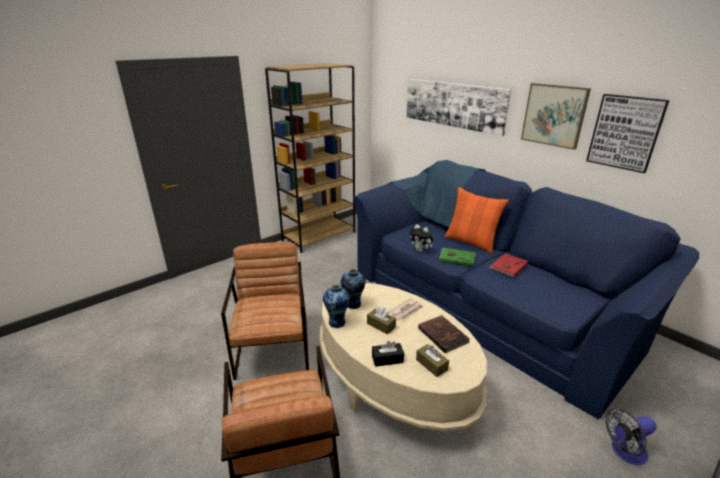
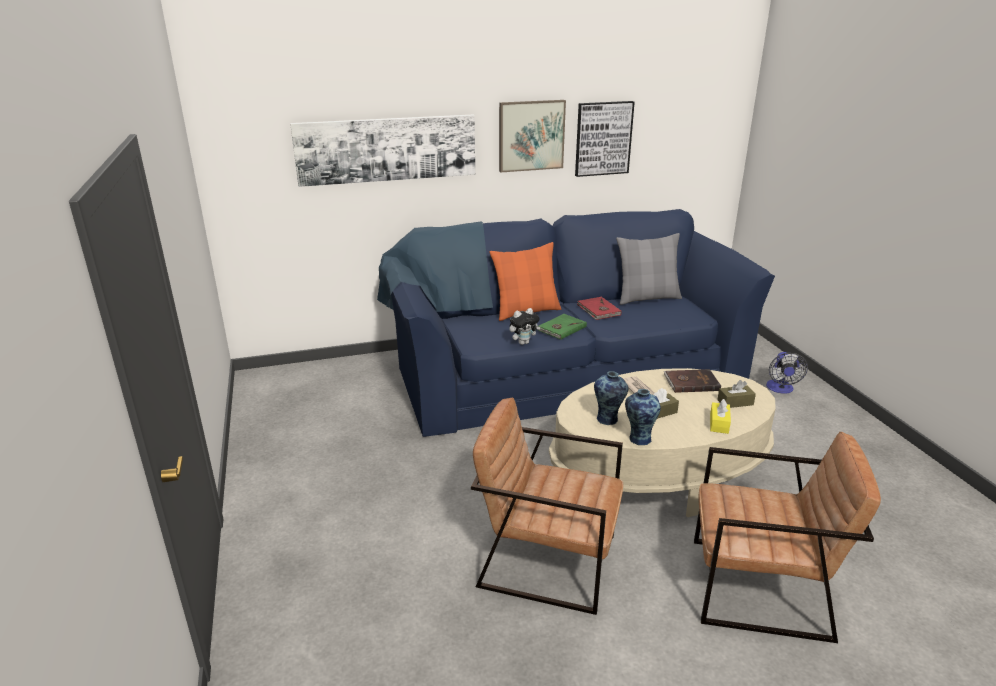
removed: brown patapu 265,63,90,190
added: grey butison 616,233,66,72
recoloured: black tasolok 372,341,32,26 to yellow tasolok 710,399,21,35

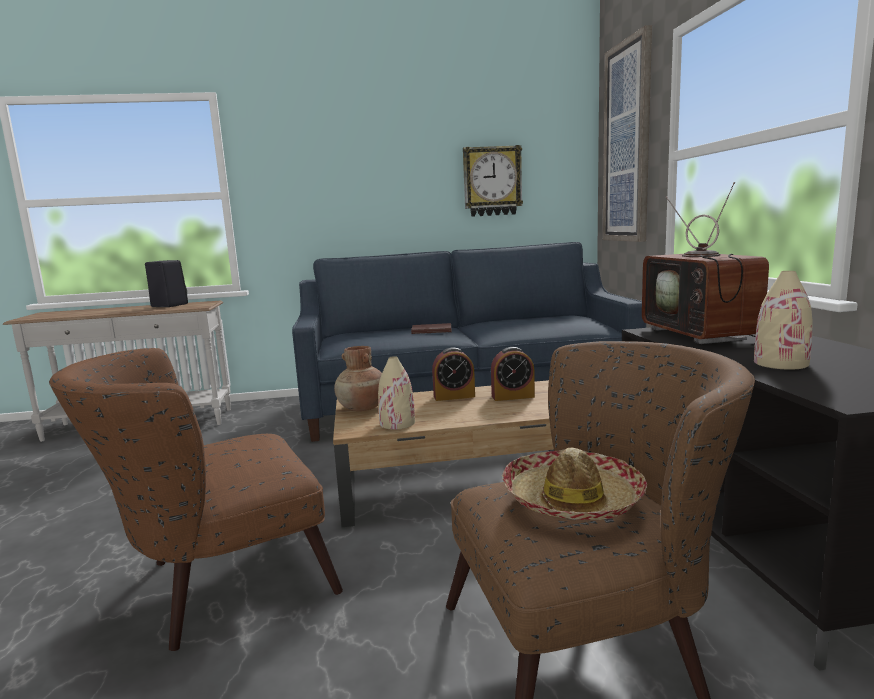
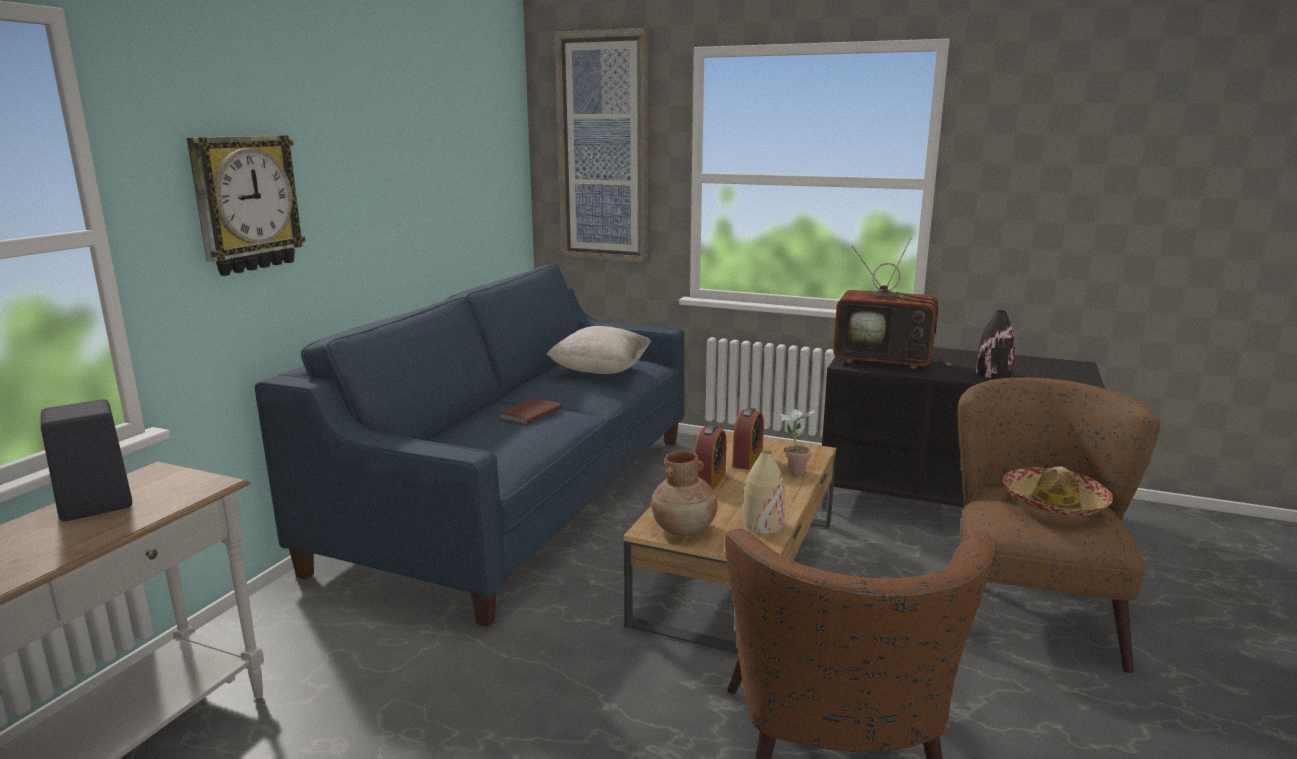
added: beige butison 546,326,105,48; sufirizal 775,406,42,69
moved: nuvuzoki 463,145,60,72 to 187,135,118,141
recoloured: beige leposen 754,271,59,99 to black leposen 976,310,39,69

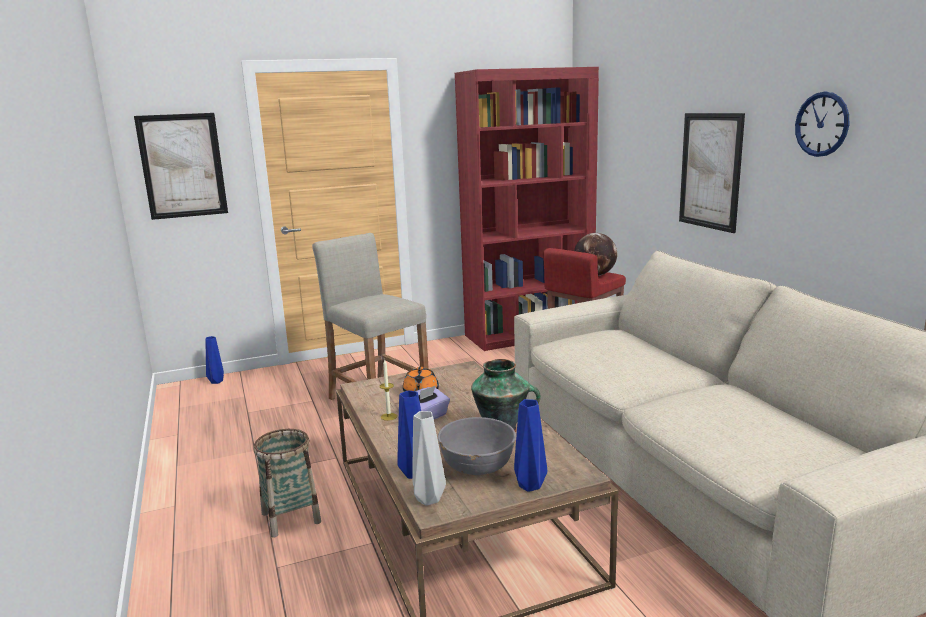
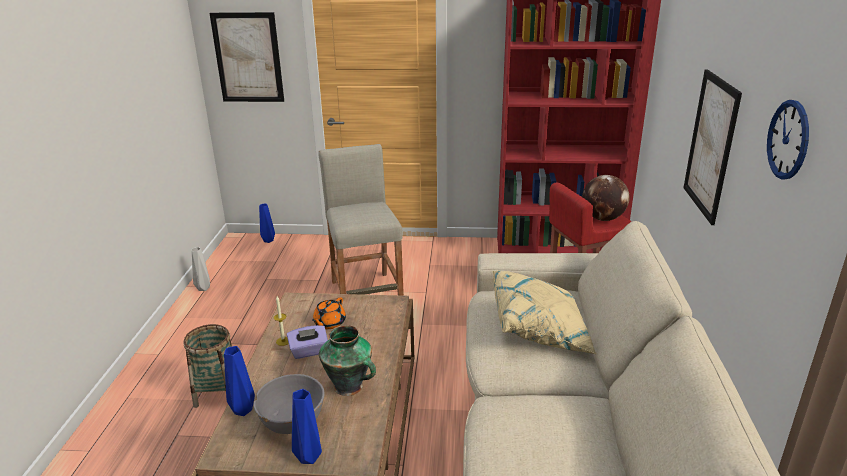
added: beige butison 493,271,104,84
moved: grey leposen 412,411,34,95 to 192,247,18,44

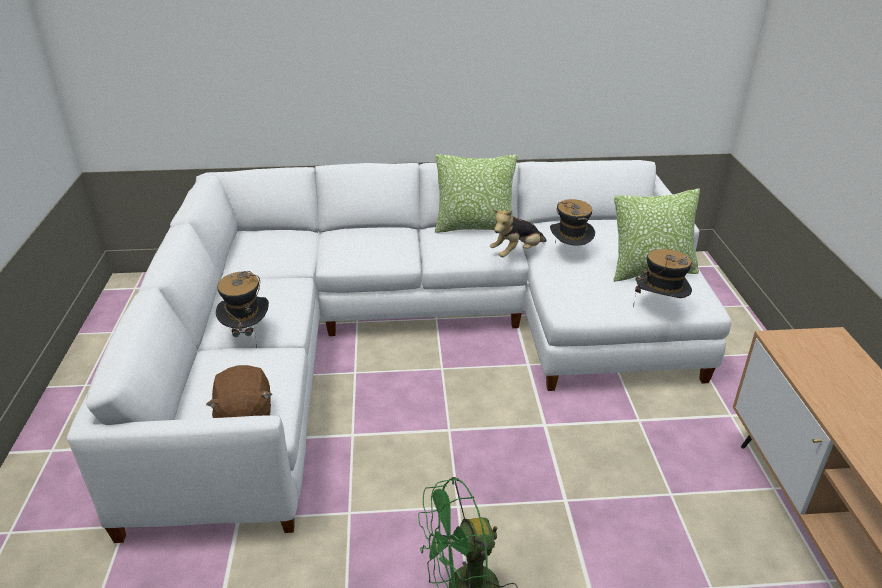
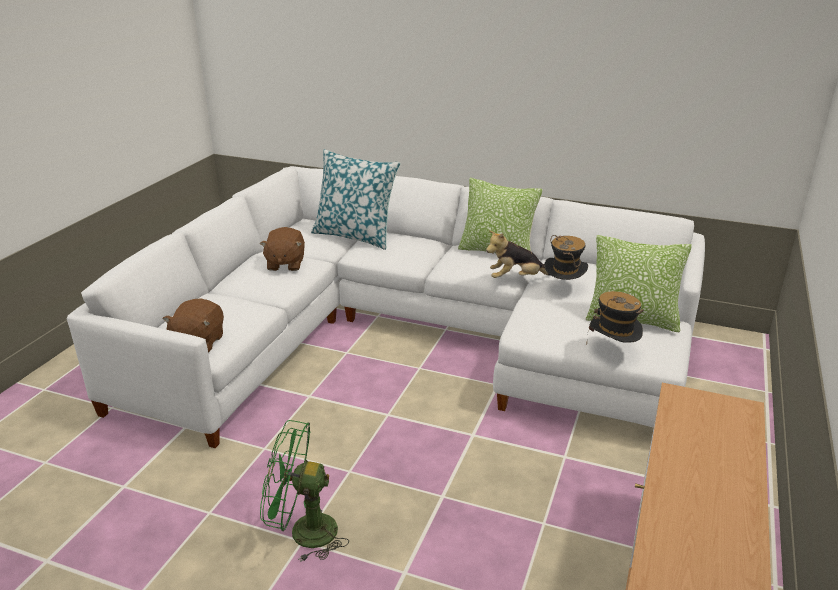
removed: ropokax 216,271,53,77
added: butison 311,149,89,101; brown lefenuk 260,227,45,44

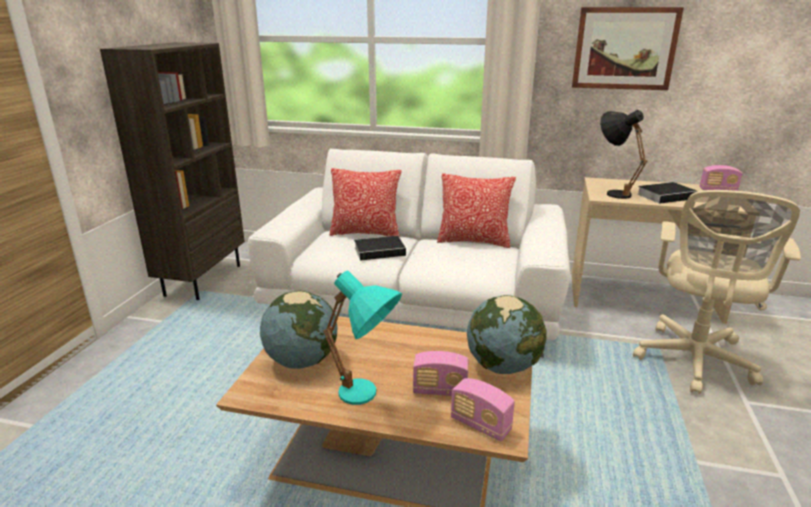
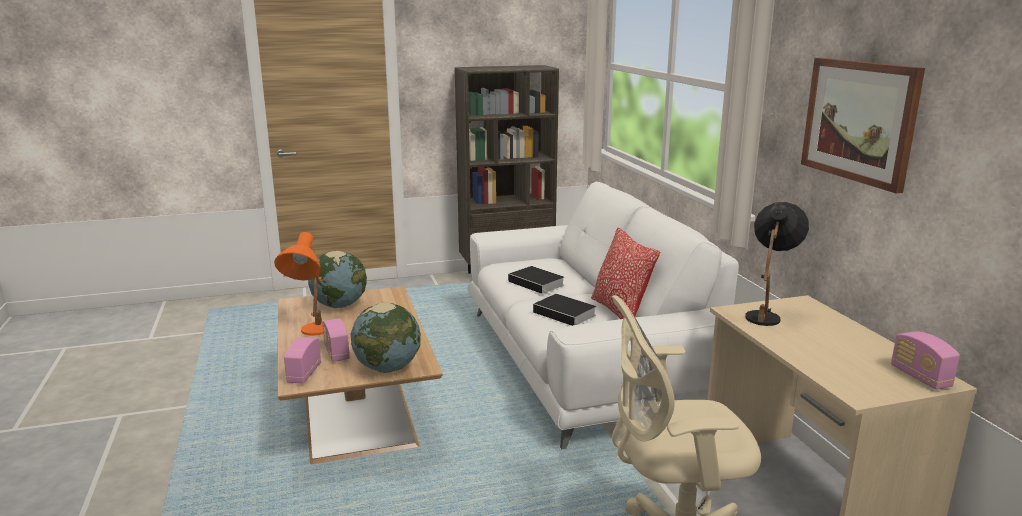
removed: butison 329,168,72,69
moved: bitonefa 637,182,61,22 to 533,294,63,32
recoloured: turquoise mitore 323,271,79,134 to orange mitore 274,232,50,104

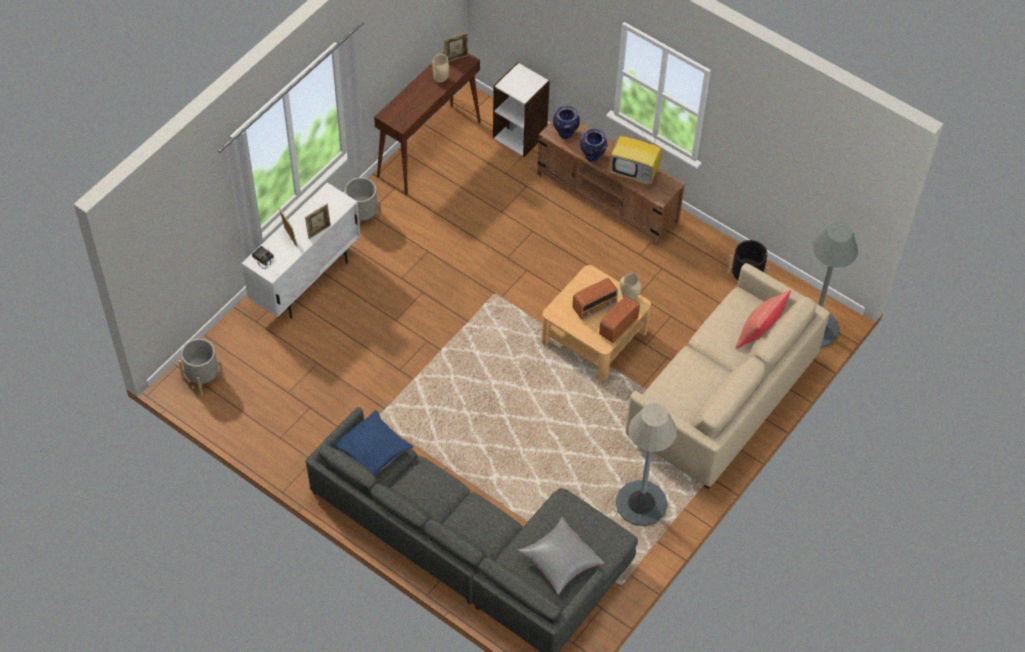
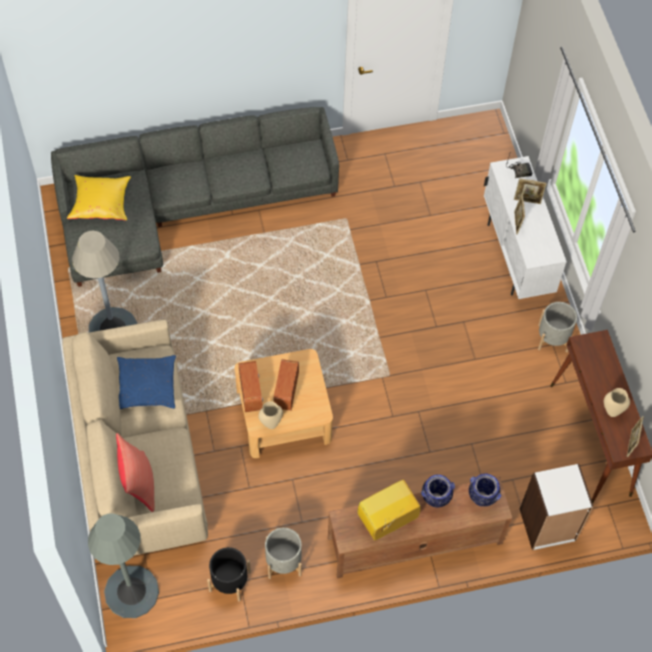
moved: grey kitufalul 178,339,46,56 to 265,527,37,52; blue butison 334,410,80,65 to 117,355,59,55
recoloured: grey butison 517,517,88,78 to yellow butison 67,175,64,46

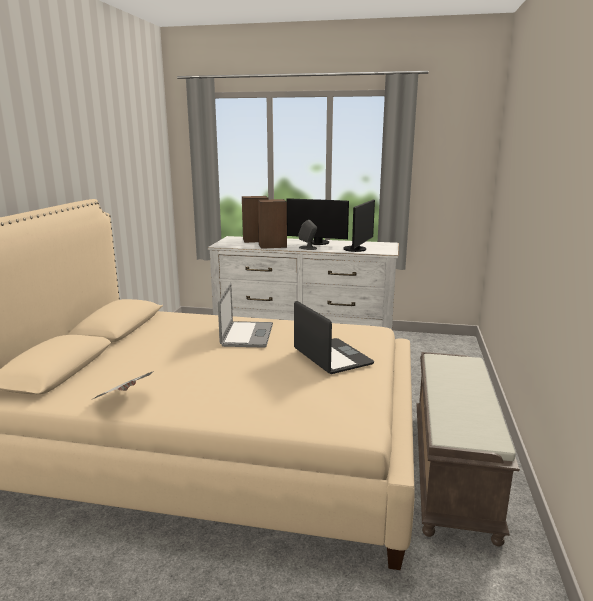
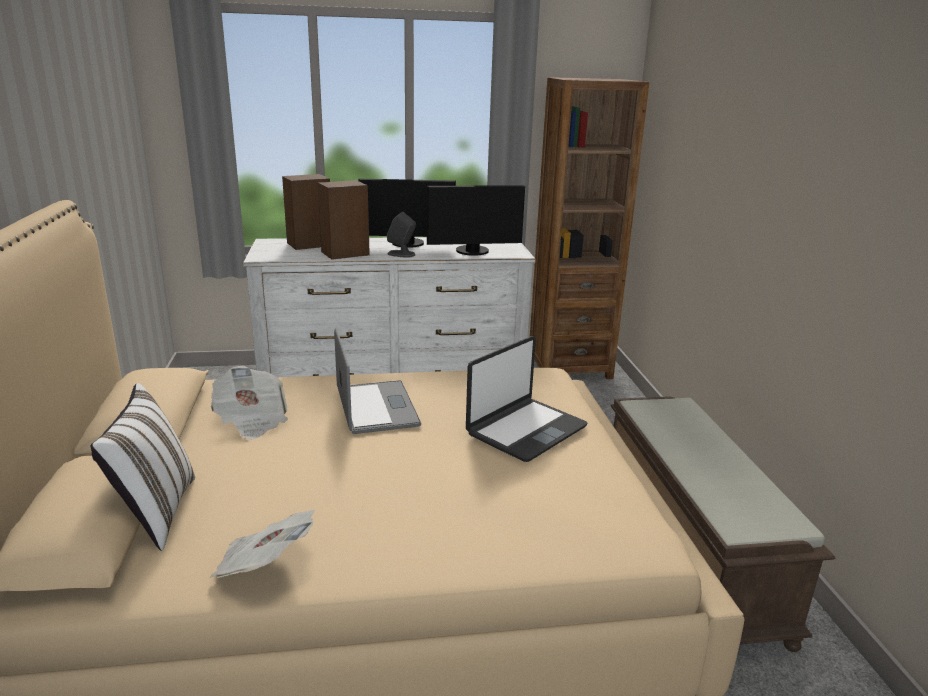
added: brown patapu 530,77,119,302; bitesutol 211,366,77,74; white butison 91,383,104,168
turned: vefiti 343,199,32,53 = 427,185,98,71 75 degrees clockwise; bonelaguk 294,301,80,73 = 466,336,122,126 90 degrees clockwise

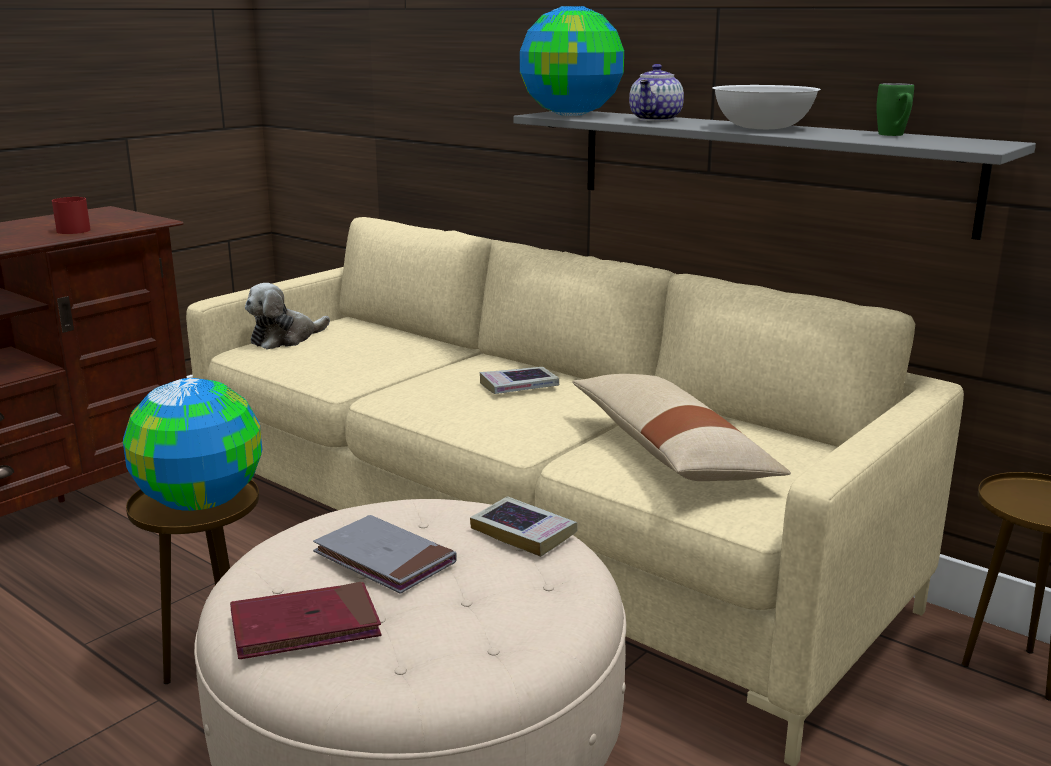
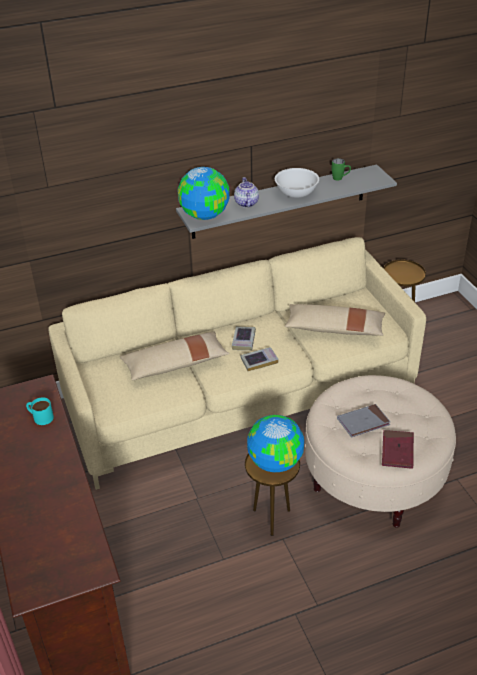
removed: lefenuk 245,283,85,67
added: beige butison 120,331,109,49
moved: bitonefa 470,496,107,61 to 241,347,38,24
recoloured: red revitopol 52,197,39,37 to turquoise revitopol 26,397,28,28
turned: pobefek 629,64,55,57 = 234,177,25,31 150 degrees counterclockwise

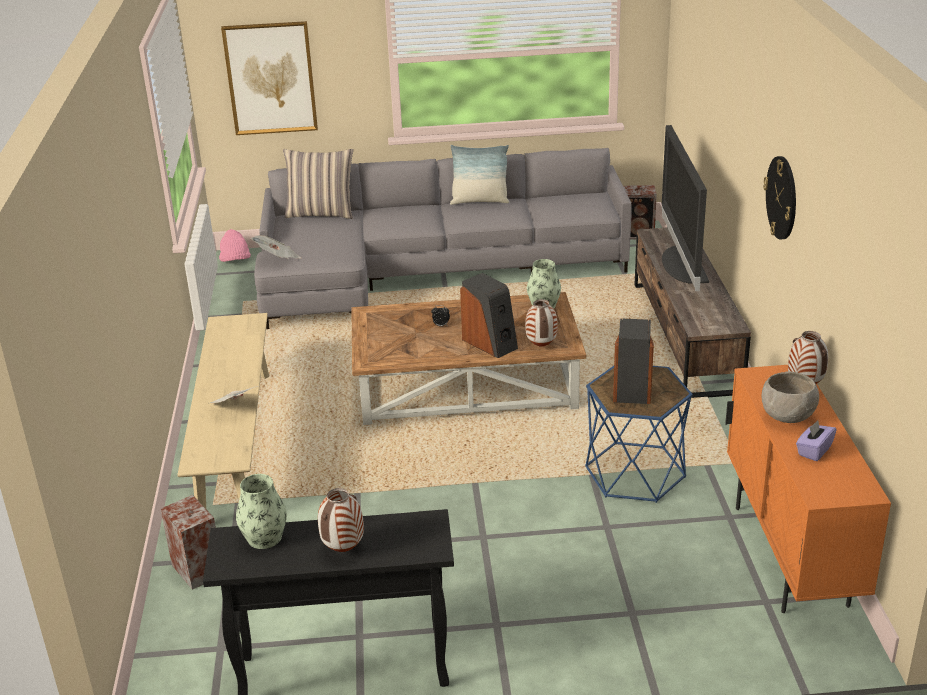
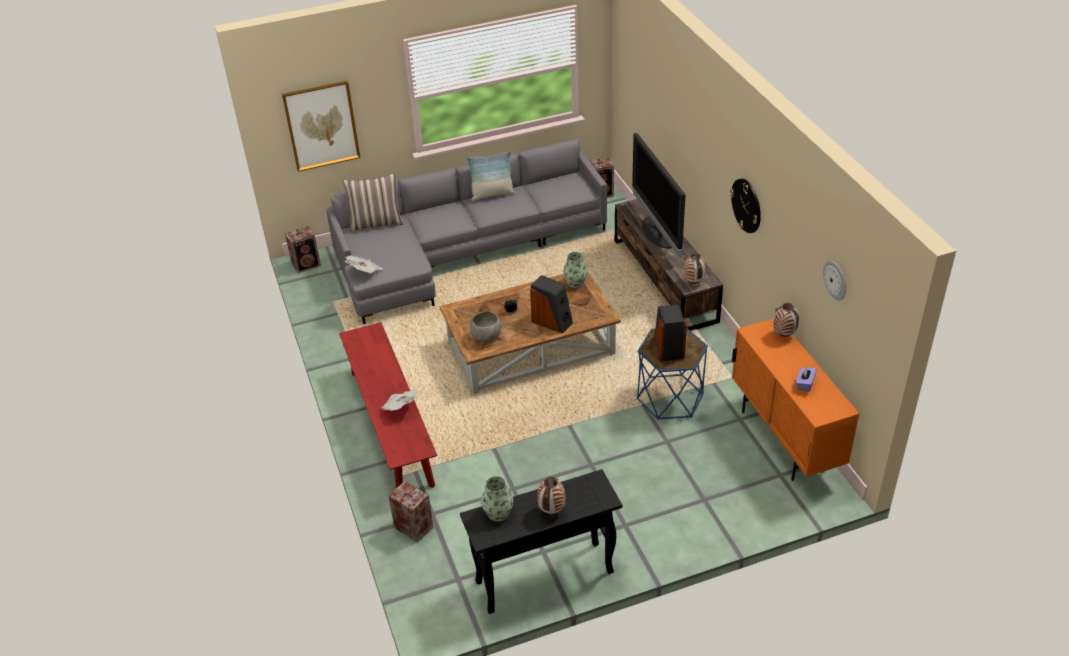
added: nuvuzoki 823,261,23,39
moved: leposen 525,299,33,48 to 684,253,22,31; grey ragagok 762,372,57,51 to 470,311,32,31
replaced: pink ropokax 219,229,32,33 to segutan 285,226,36,47
recoloured: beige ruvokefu 177,313,92,195 to red ruvokefu 339,322,98,166

